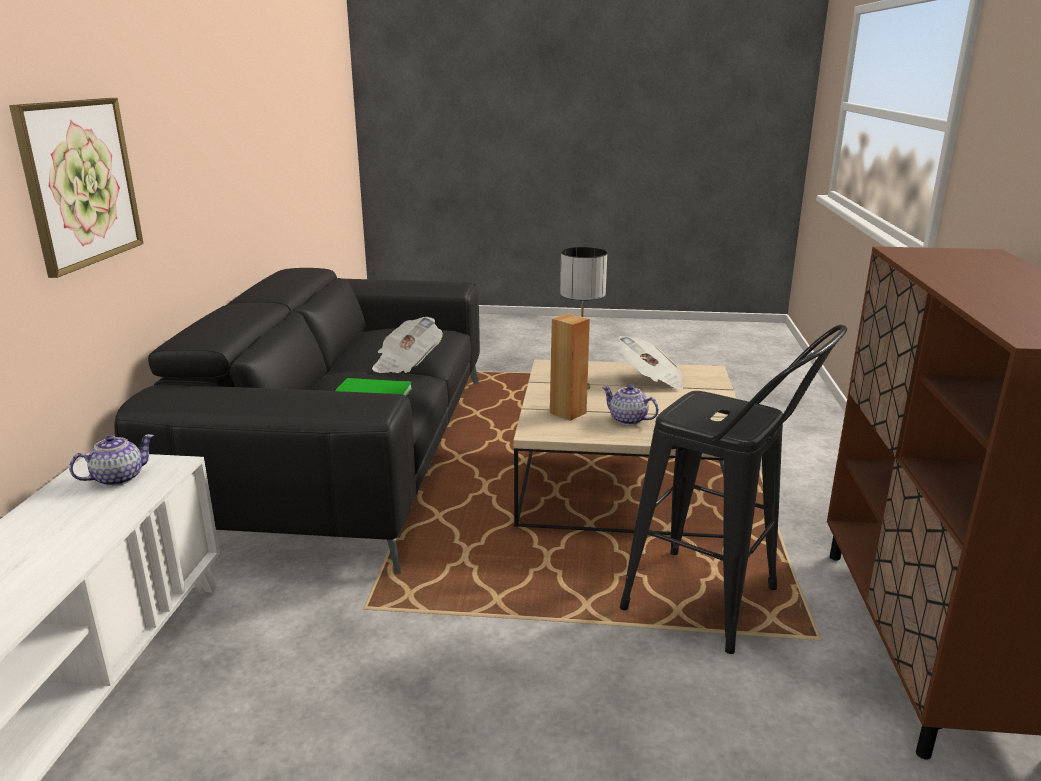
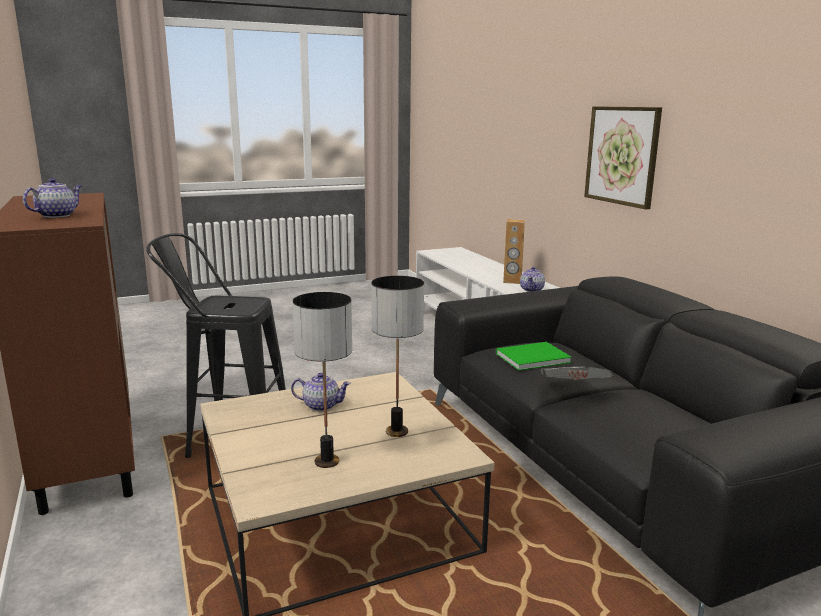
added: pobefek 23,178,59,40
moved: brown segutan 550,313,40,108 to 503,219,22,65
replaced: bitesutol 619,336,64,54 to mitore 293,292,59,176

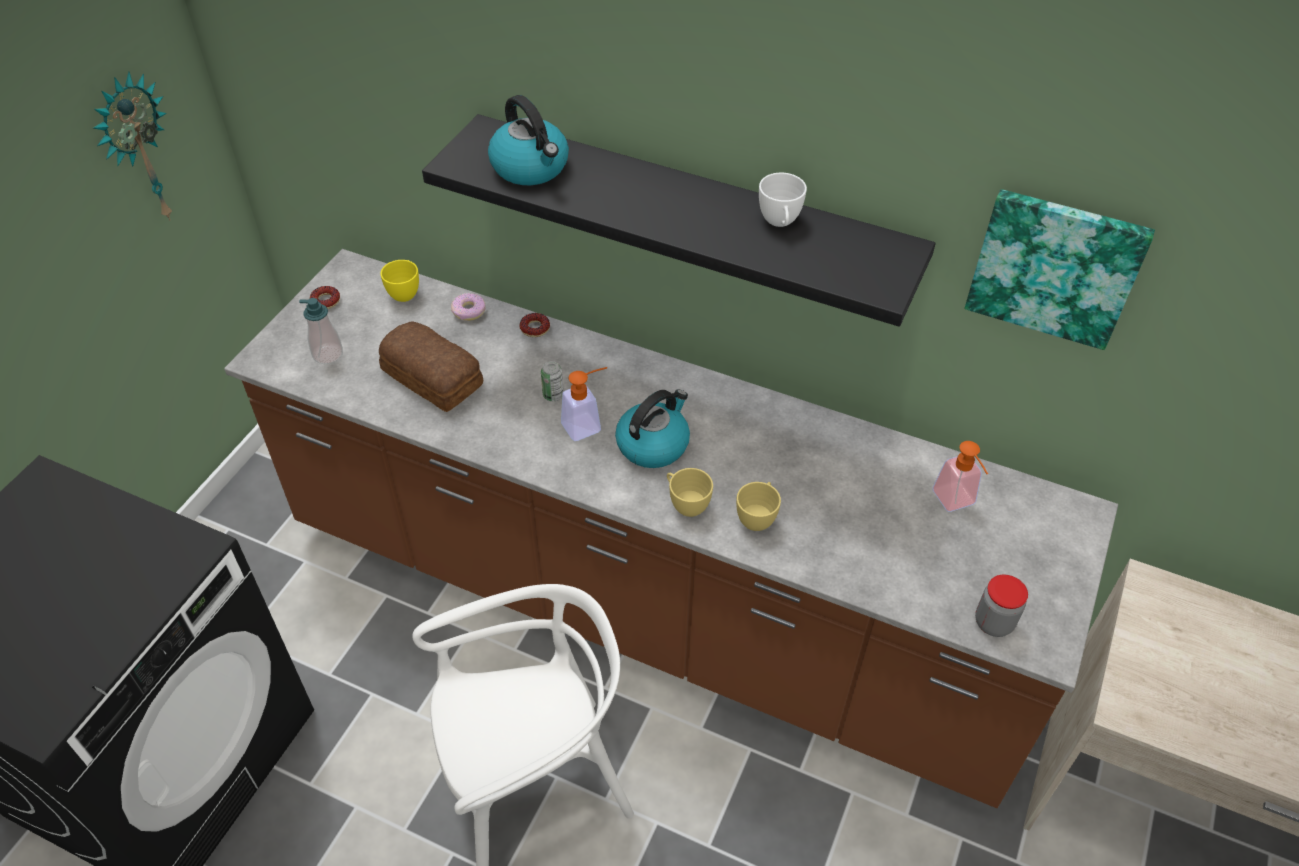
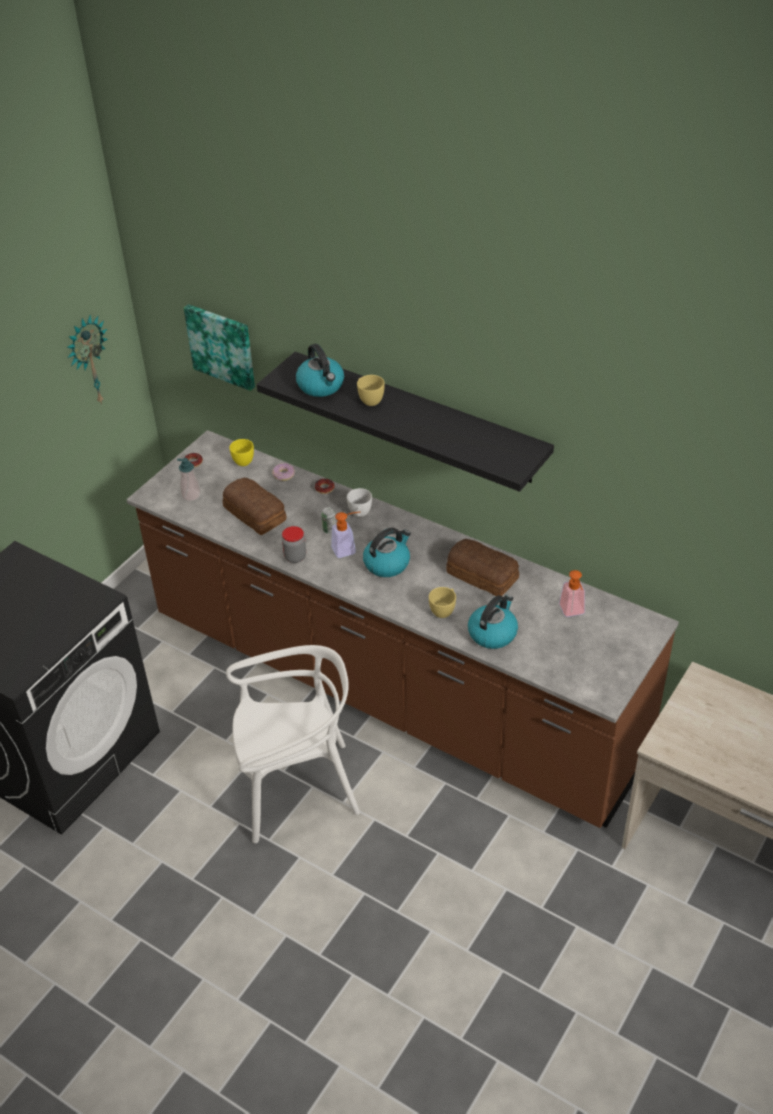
added: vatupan 446,539,73,57; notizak 468,595,50,54
moved: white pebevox 759,173,48,54 to 347,488,25,29; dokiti 965,189,190,161 to 184,304,71,87; yellow pebevox 667,468,46,49 to 357,375,28,31; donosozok 975,574,53,63 to 282,526,24,37

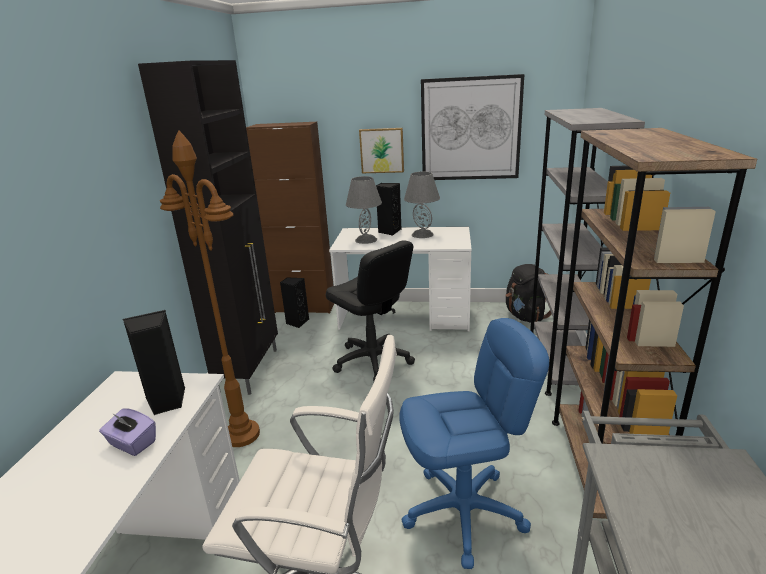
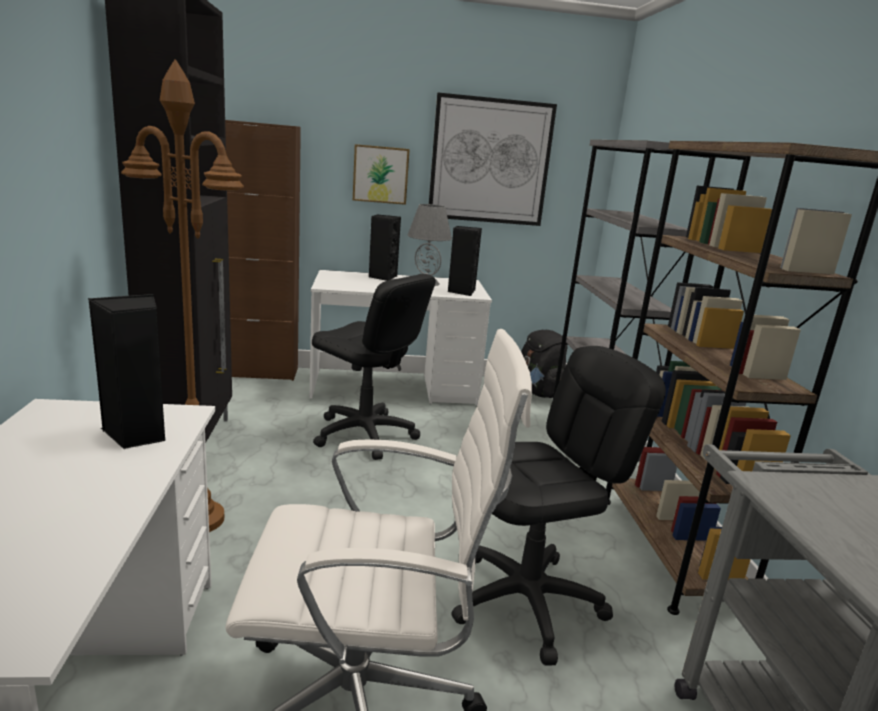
removed: grey mitore 346,176,36,68; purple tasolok 99,408,57,48
moved: black segutan 280,278,29,50 to 448,226,34,70
recoloured: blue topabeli 399,318,150,251 to black topabeli 451,346,215,319

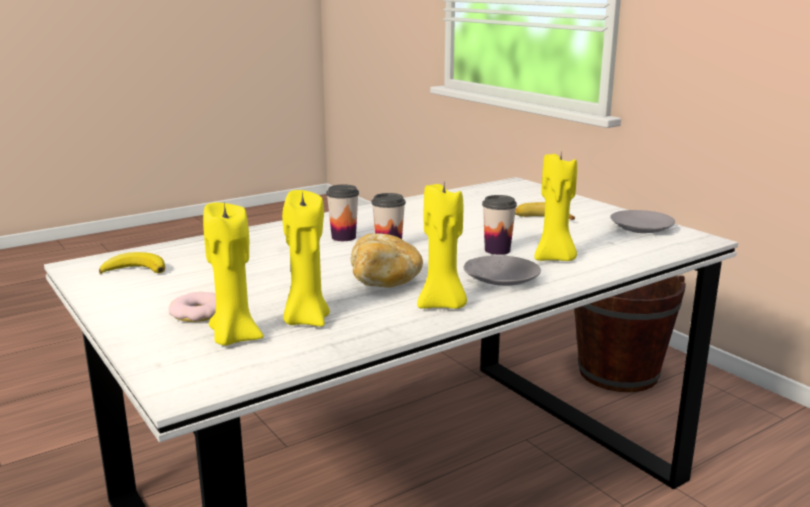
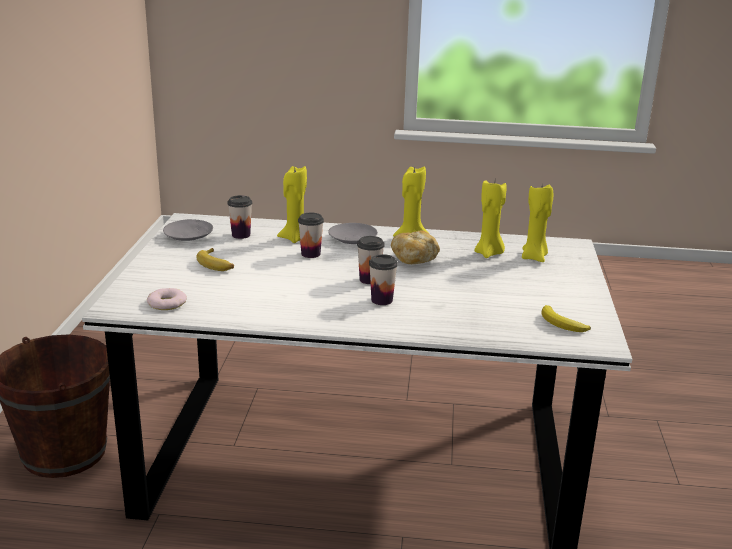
added: pebevox 227,195,25,44
moved: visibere 169,292,47,30 to 147,288,40,22

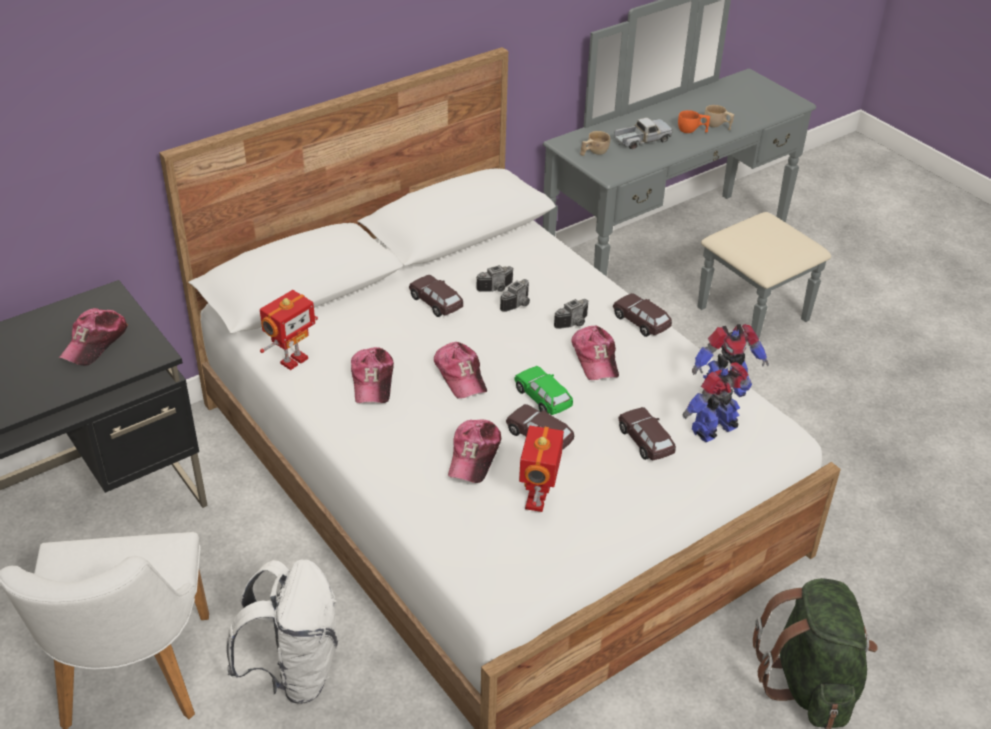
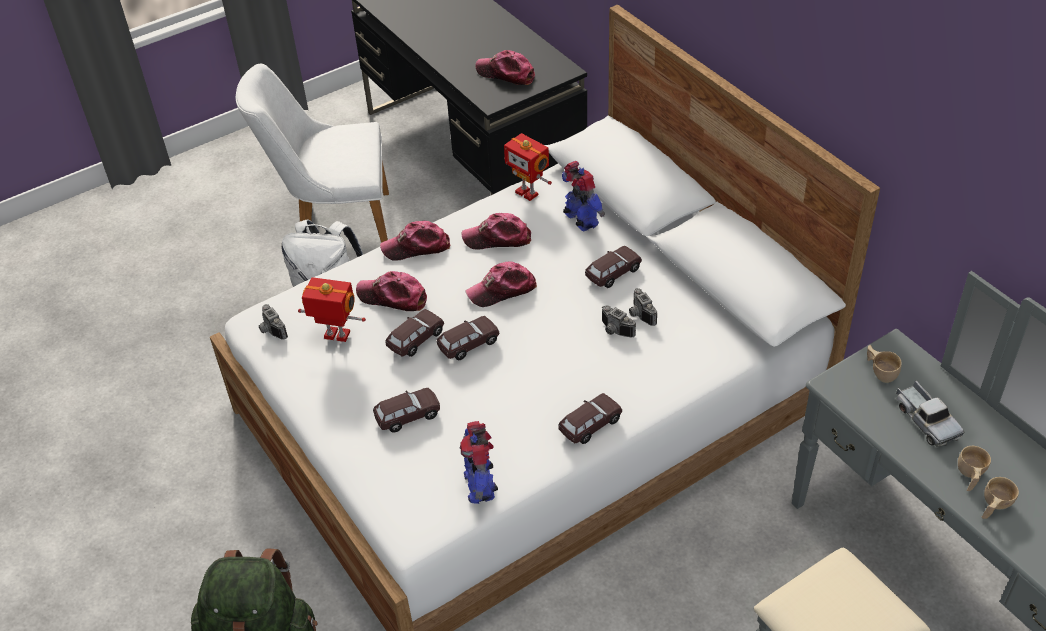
moved: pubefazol 554,299,34,30 to 259,304,29,36; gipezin 571,326,48,54 to 380,221,70,40; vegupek 683,362,69,80 to 562,161,43,71
recoloured: orange pebevox 678,110,32,23 to beige pebevox 958,446,33,45; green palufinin 514,366,59,49 to brown palufinin 437,316,62,44

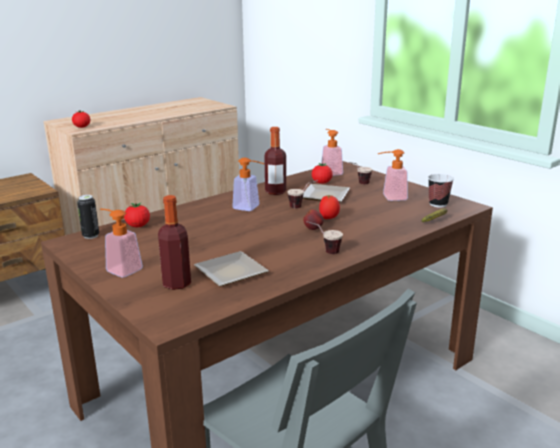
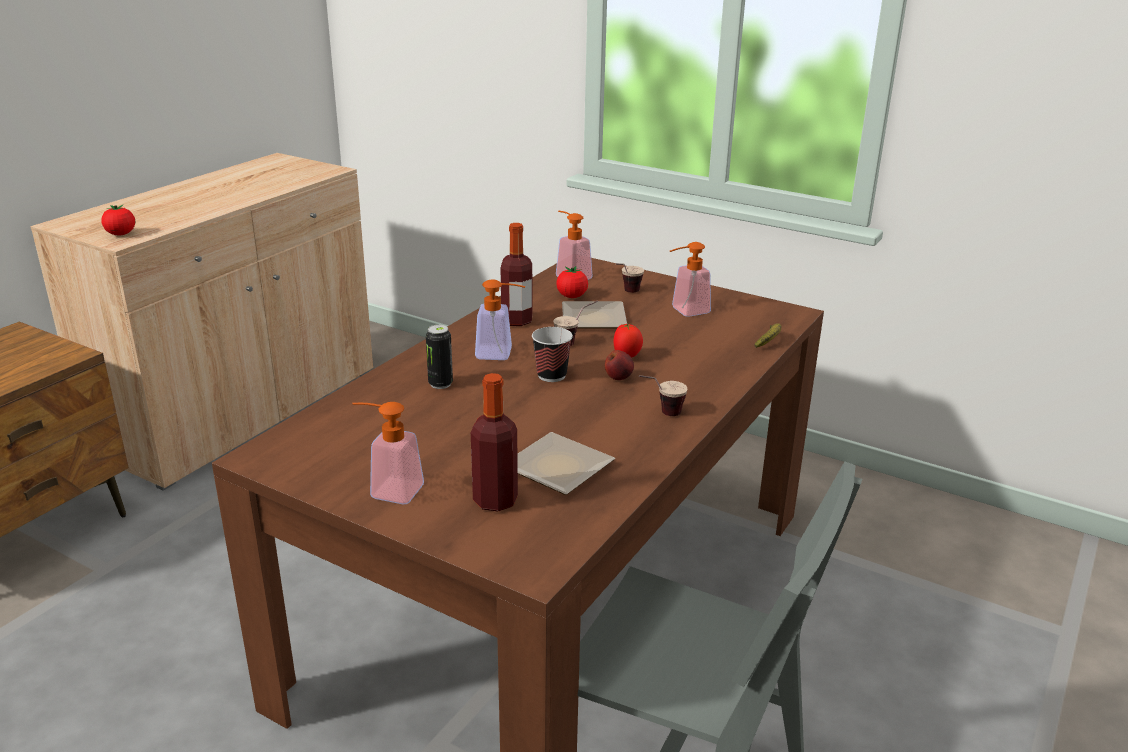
removed: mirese 124,203,26,24
moved: pebevox 428,174,26,33 to 532,327,41,55; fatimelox 77,195,22,44 to 426,325,27,64

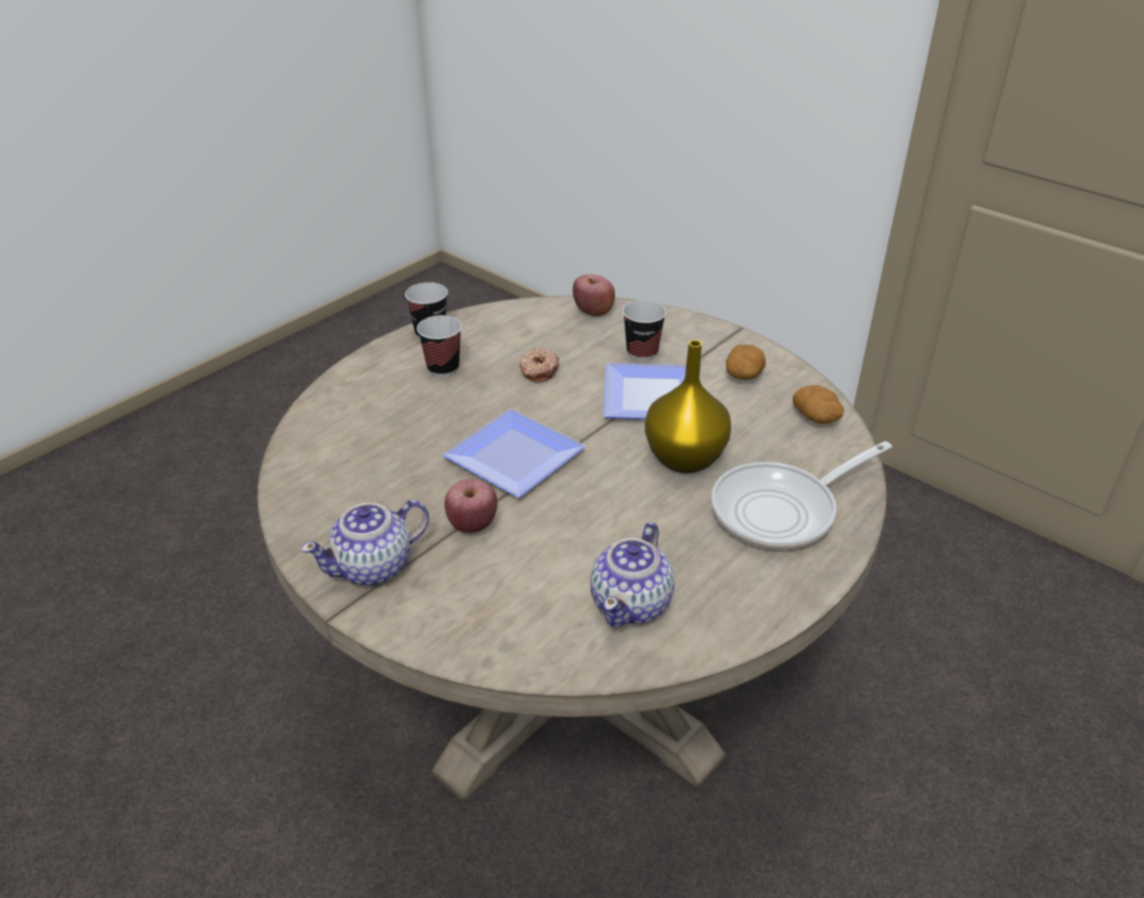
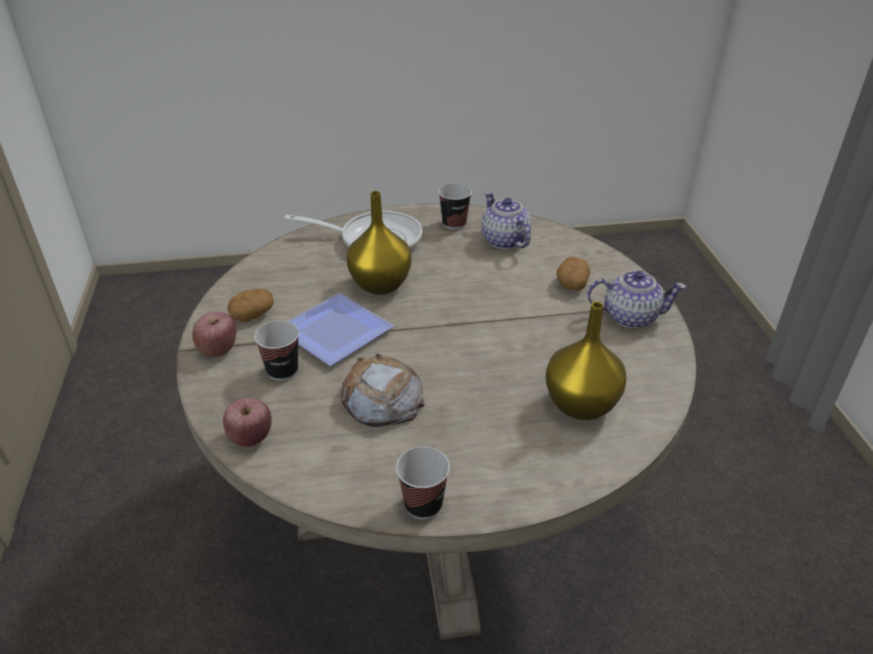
removed: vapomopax 443,409,142,89
added: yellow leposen 546,302,81,118
moved: pebevox 417,315,45,62 to 438,183,34,47; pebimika 793,385,51,39 to 556,257,34,33; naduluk 445,479,53,54 to 192,312,44,45
replaced: visibere 519,348,40,34 to vatupan 341,354,84,73
turned: pobefek 590,522,85,105 = 482,192,49,57 90 degrees counterclockwise

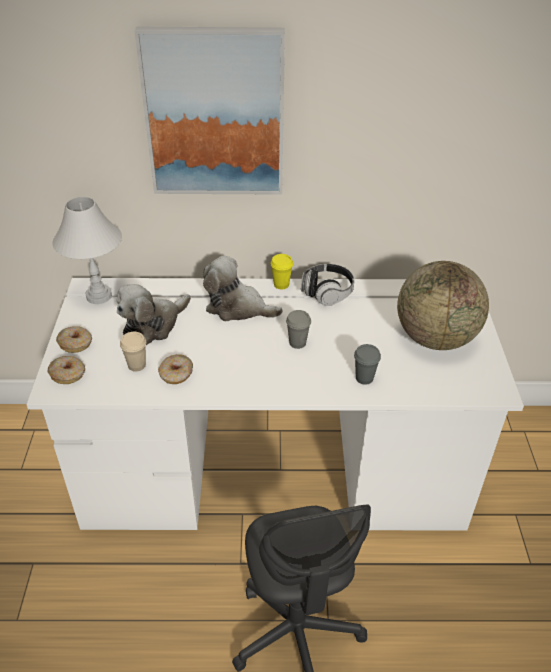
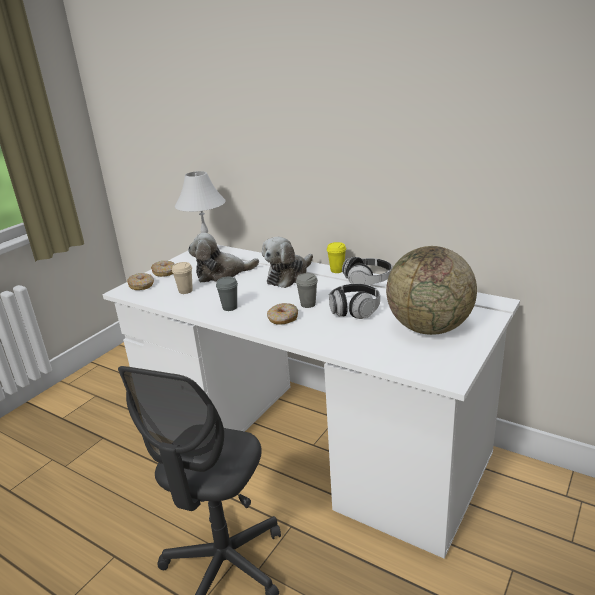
removed: dokiti 134,27,151,168
added: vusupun 329,284,51,35
moved: grey pebevox 354,344,27,41 to 216,277,22,34; visibere 158,354,35,30 to 267,303,31,22
turned: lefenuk 203,256,80,65 = 262,237,51,51 105 degrees counterclockwise

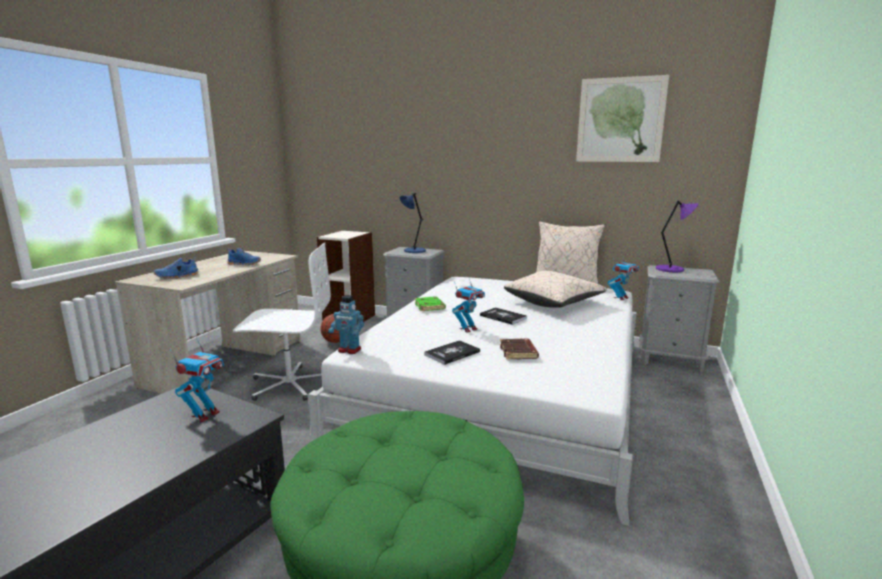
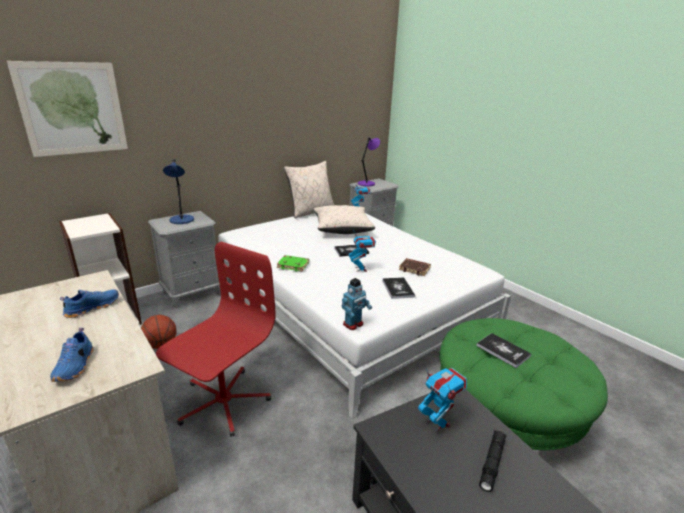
added: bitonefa 476,333,55,35; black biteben 479,430,27,62
moved: dokiti 576,75,93,87 to 7,61,121,96
recoloured: white topabeli 233,243,98,158 to red topabeli 156,242,120,195

